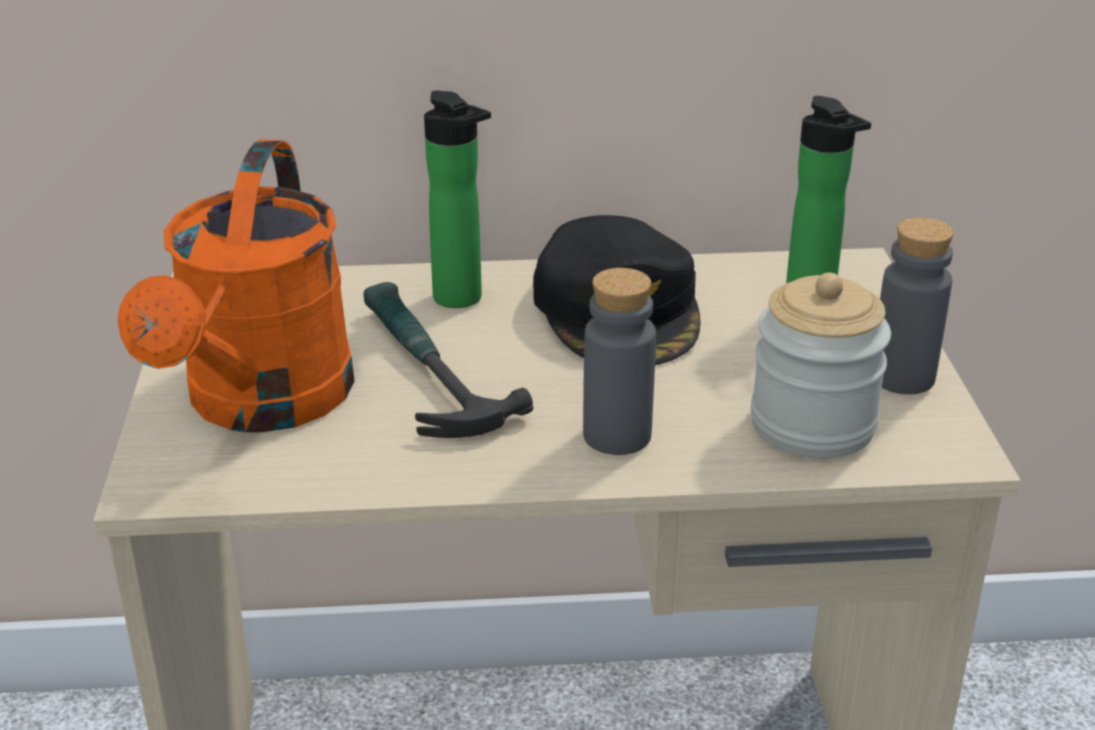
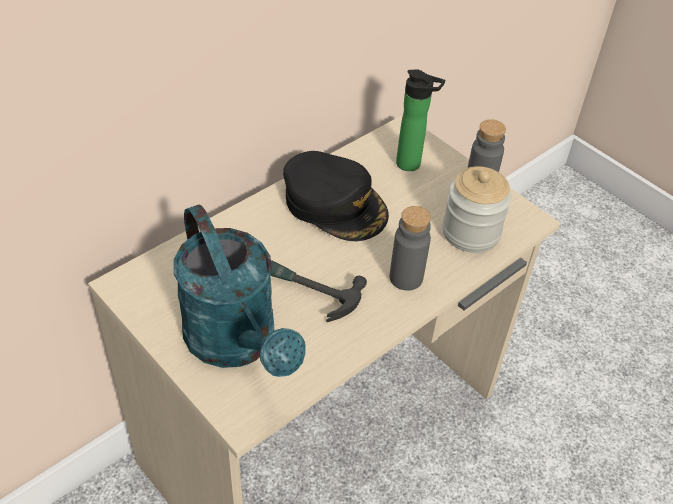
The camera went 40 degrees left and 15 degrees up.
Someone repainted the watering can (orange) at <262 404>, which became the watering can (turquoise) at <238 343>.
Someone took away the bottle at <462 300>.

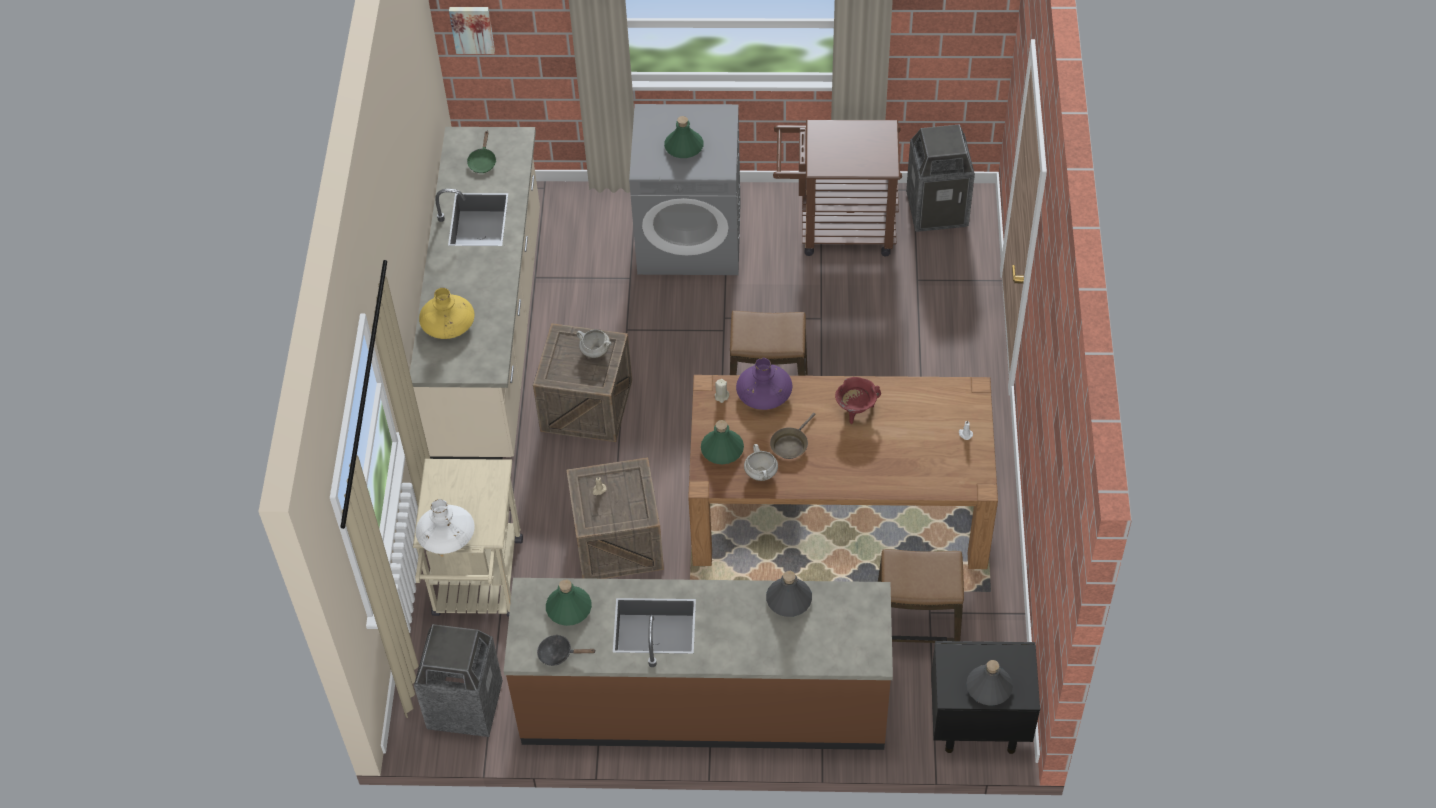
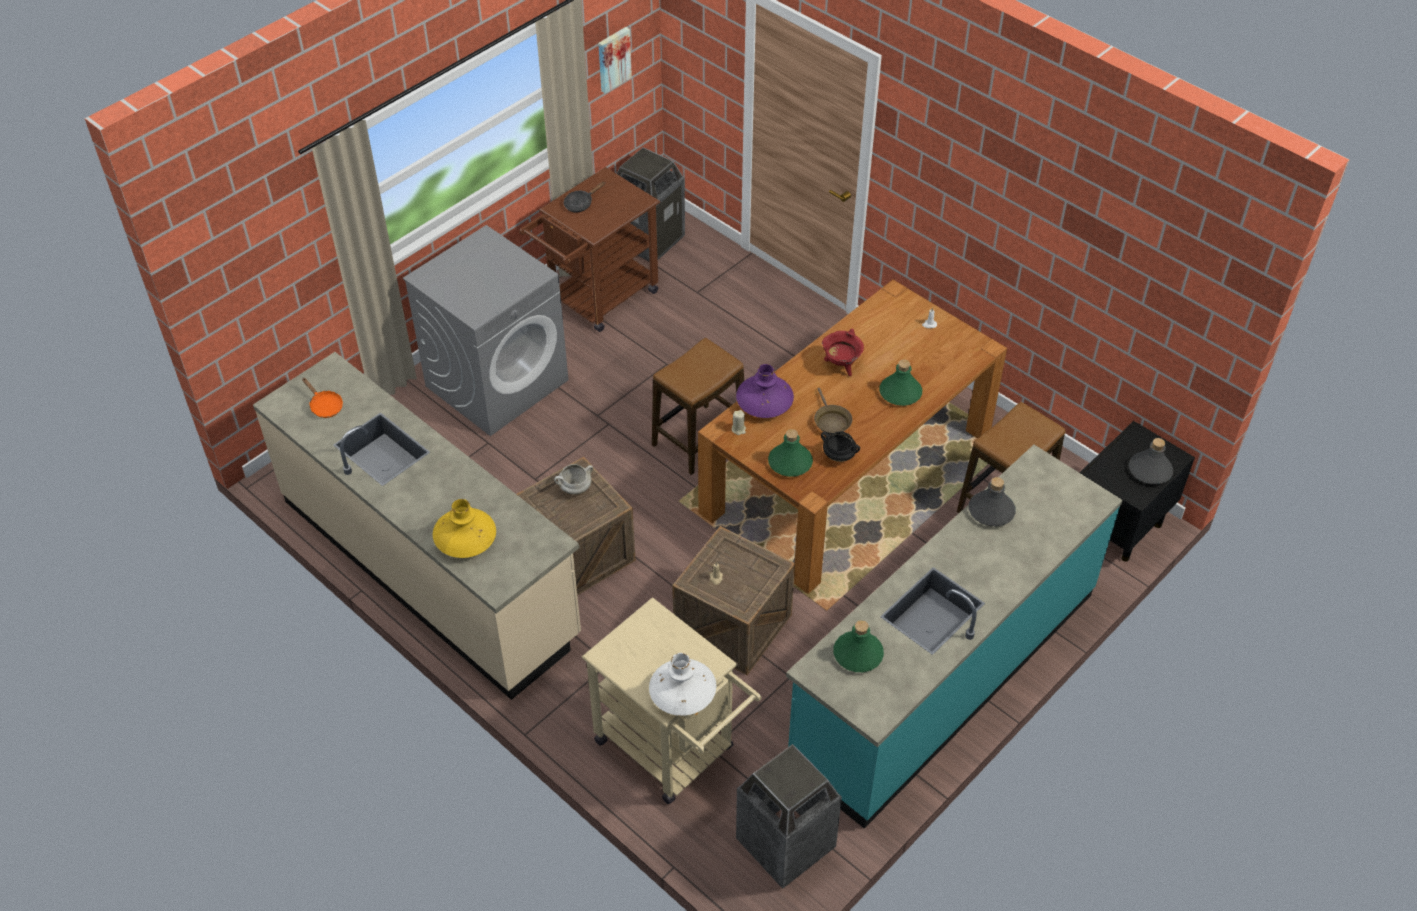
The camera went 50 degrees left and 5 degrees down.
Someone carried the picture from <472 28> to <613 59>.
Someone repainted the frying pan (green) at <482 161>, which became the frying pan (orange) at <324 406>.
Someone repainted the counter (brown) at <704 702>, which became the counter (turquoise) at <943 675>.
Someone carried the frying pan (black) from <559 654> to <580 203>.
Someone carried the bottle (green) from <683 146> to <900 393>.
Someone repainted the cooking pot (white) at <761 473>, which became the cooking pot (black) at <839 455>.

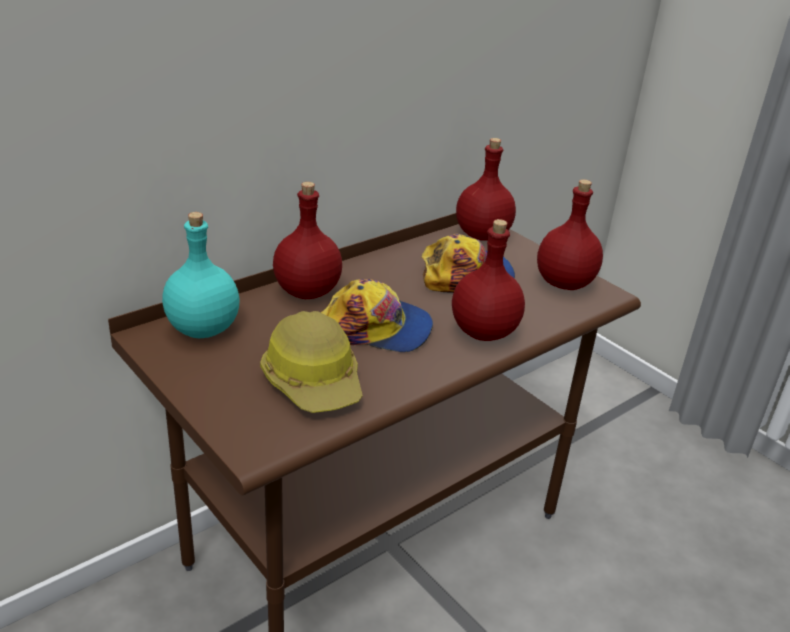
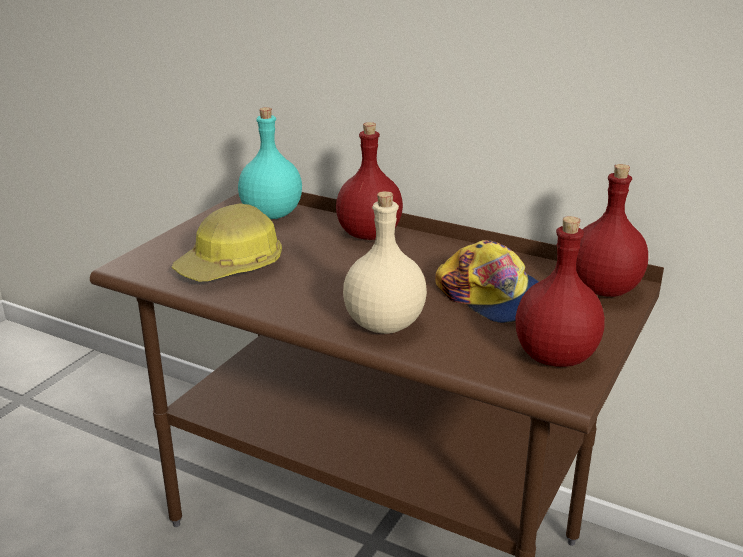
The camera went 70 degrees right and 5 degrees down.
Someone took away the cap at <377 328>.
Someone repainted the bottle (red) at <484 333>, which became the bottle (beige) at <383 325>.

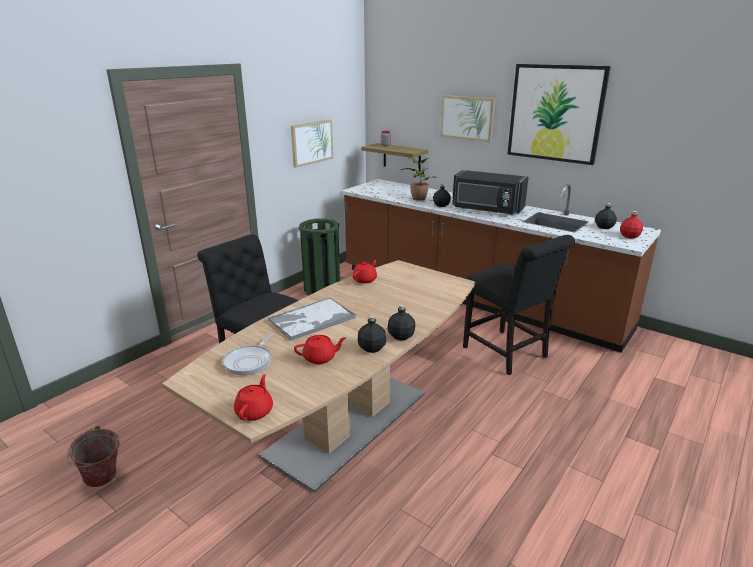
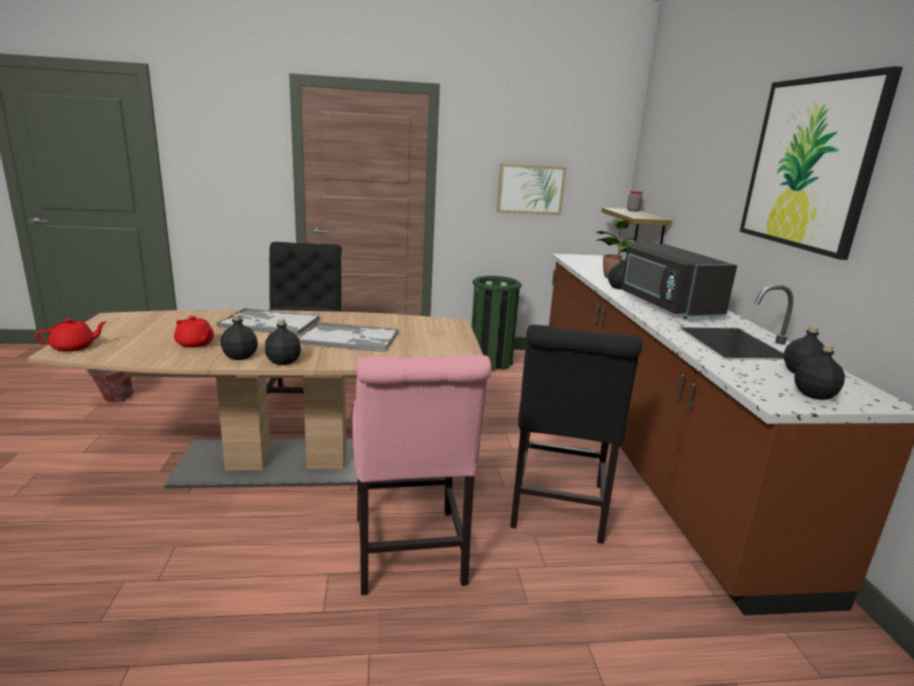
The camera went 45 degrees right and 5 degrees down.
Someone took away the frying pan at <250 361>.
Someone took away the teapot (red) at <365 280>.
Someone took away the picture at <467 118>.
Someone repainted the bottle (red) at <629 236>, which became the bottle (black) at <813 394>.
Someone put down the tray at <350 338>.
Someone put down the chair (pink) at <409 555>.

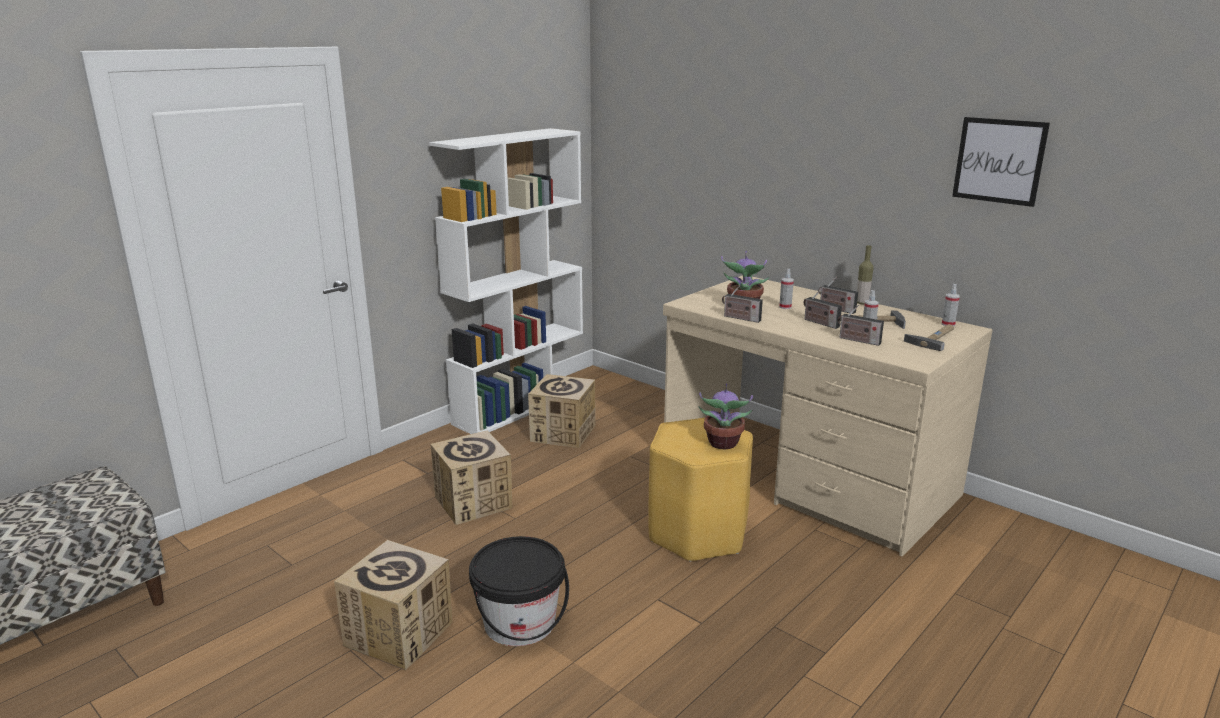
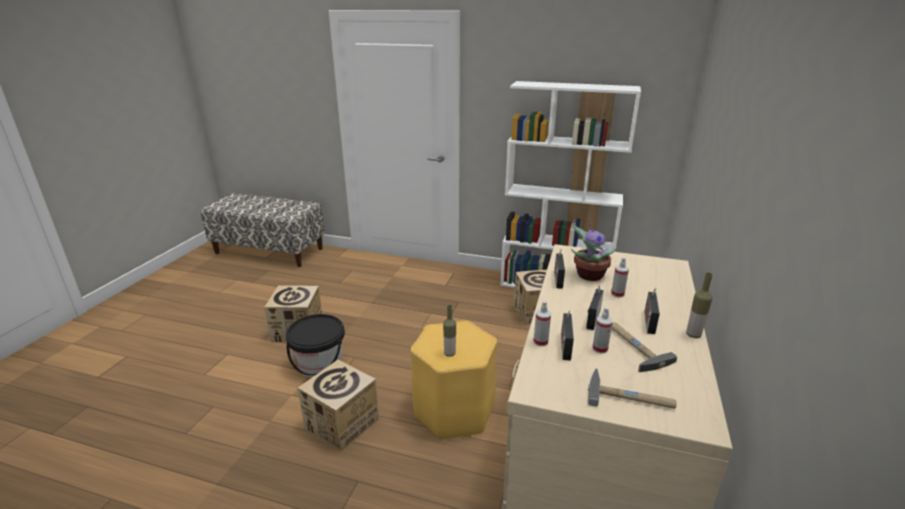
The camera went 65 degrees right and 5 degrees up.
Someone carried the cardboard box from <473 502> to <342 423>.
Someone swapped the potted plant at <722 444> for the bottle at <449 353>.
Someone carried the spray bottle from <948 324> to <540 342>.
Someone took away the picture at <999 161>.

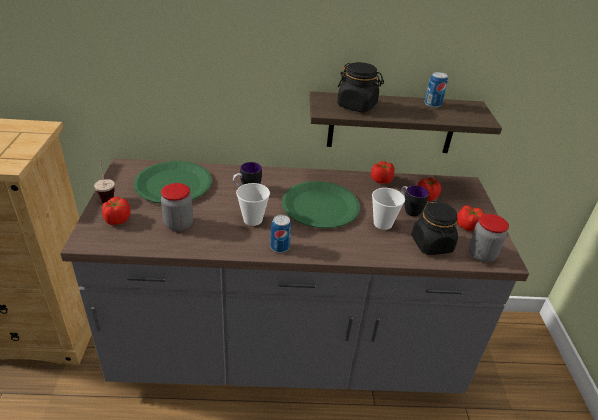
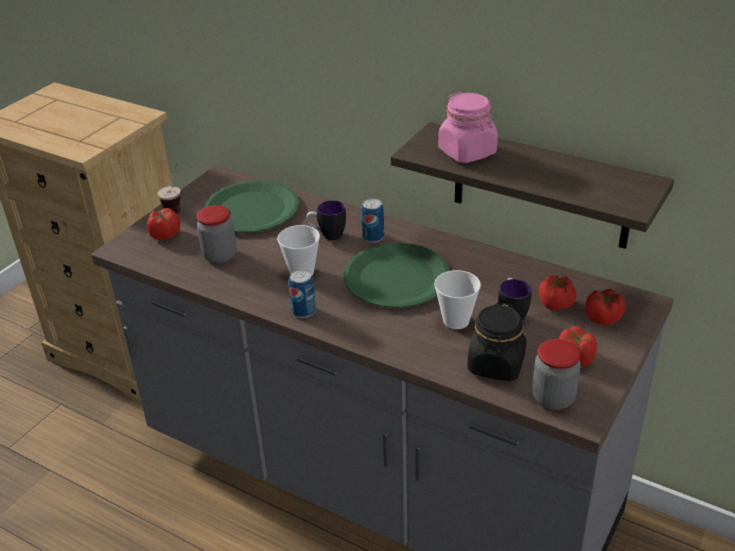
The camera went 35 degrees right and 0 degrees up.
Someone repainted the jar (black) at <357 106>, which became the jar (pink) at <467 152>.
Someone carried the tomato from <381 180> to <603 318>.
Someone carried the can from <432 104> to <373 237>.

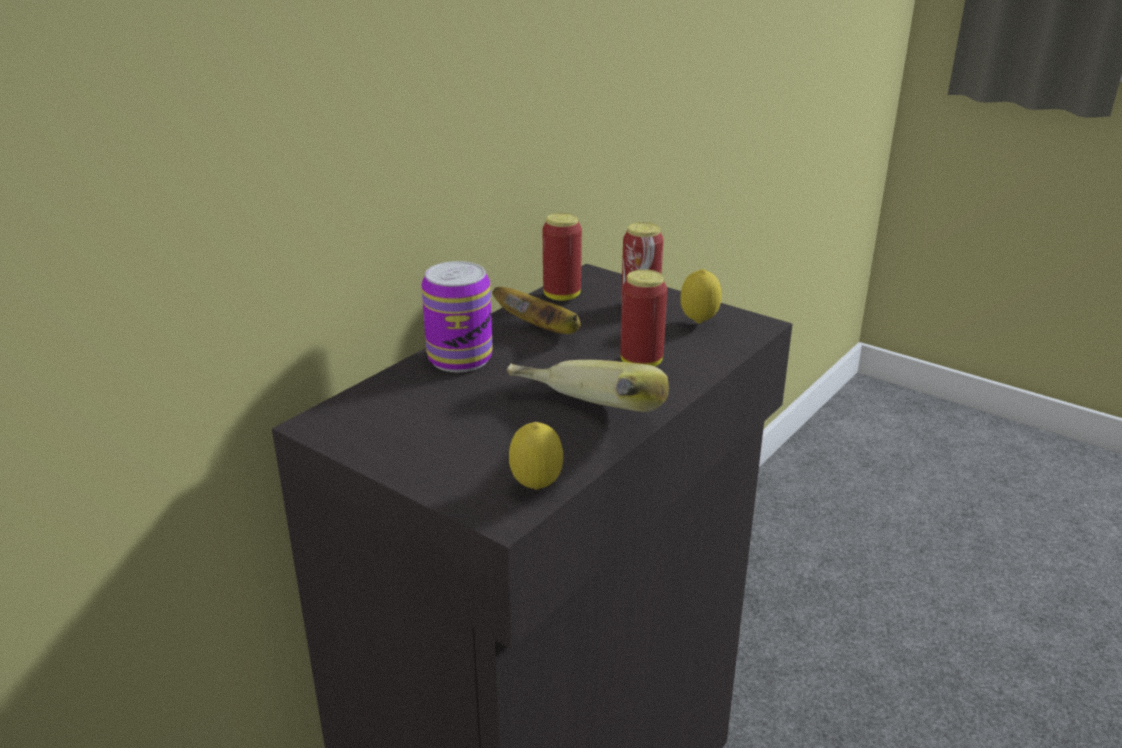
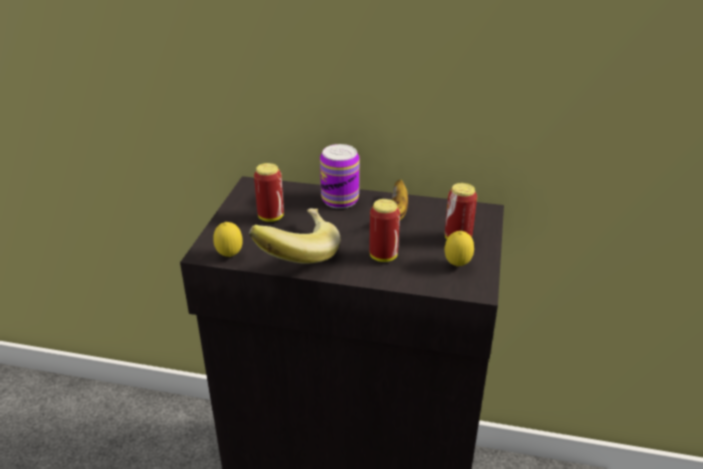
The camera went 65 degrees right and 5 degrees up.
Someone carried the can from <562 296> to <271 217>.

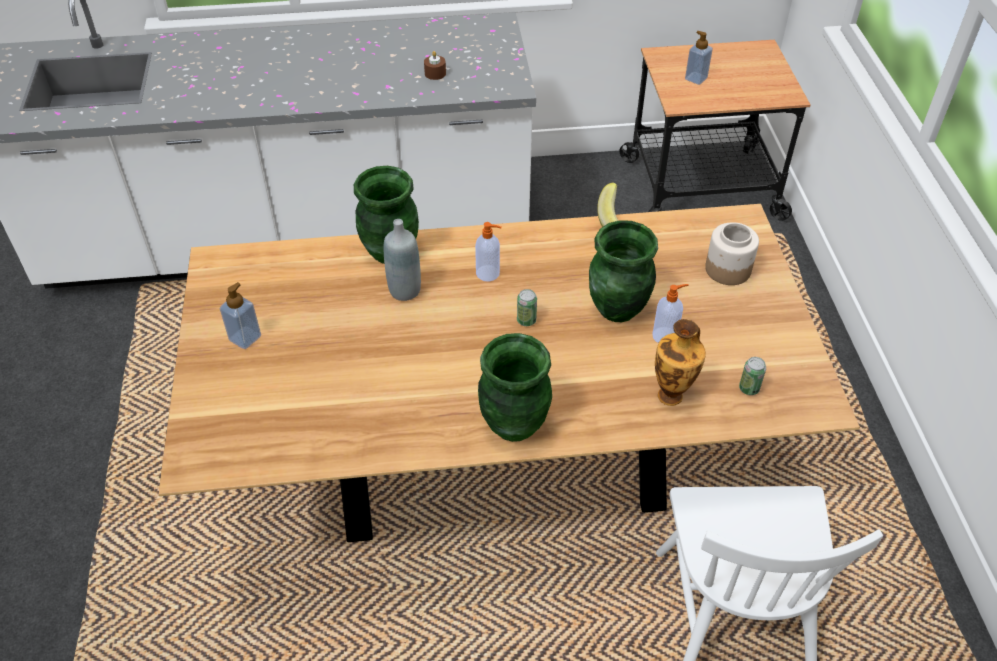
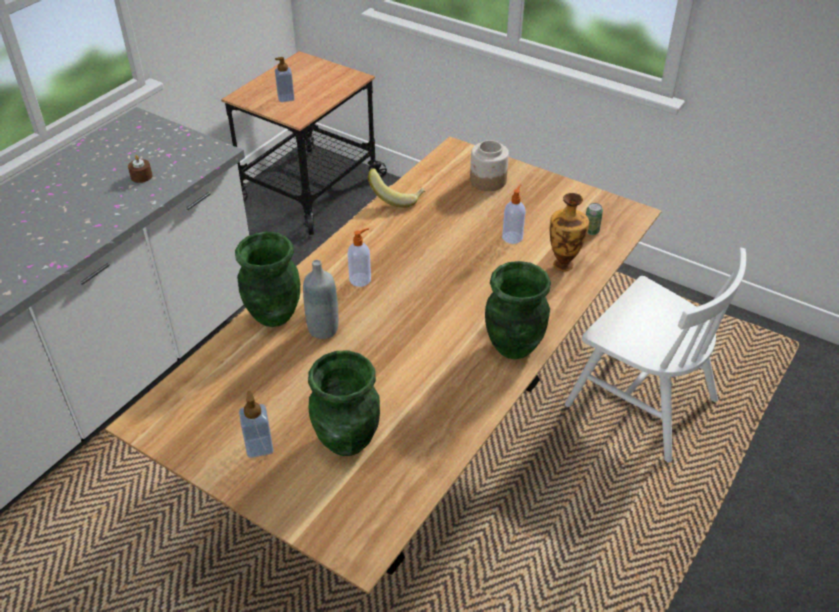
The camera went 50 degrees left and 5 degrees down.
Someone took away the can at <526 320>.
Someone carried the vase (green) from <618 309> to <348 441>.

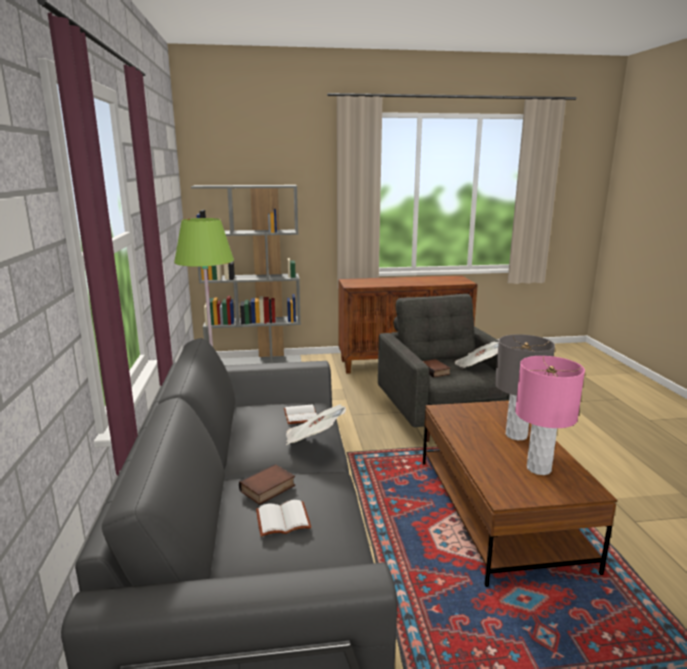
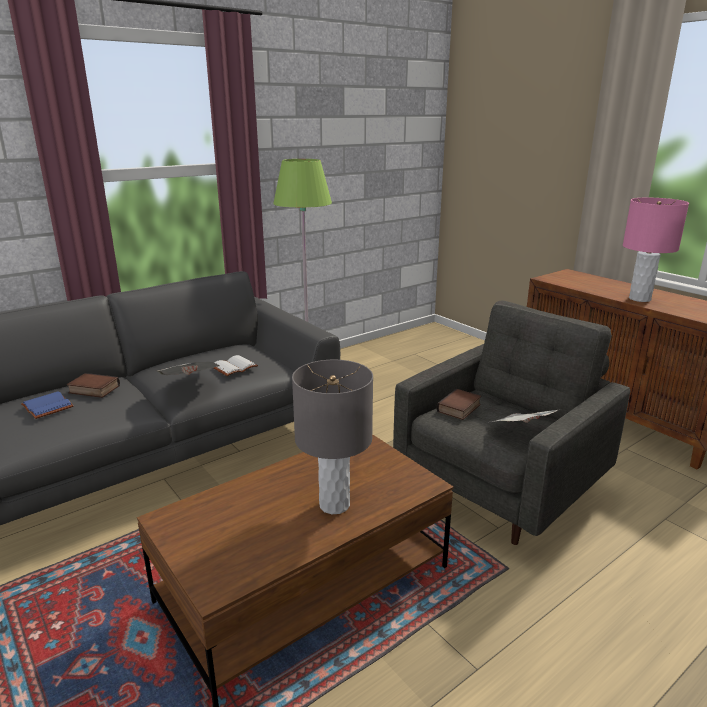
The camera went 60 degrees right and 5 degrees up.
Someone took away the bookcase (grey) at <255 362>.
Someone repainted the book (white) at <282 521>, which became the book (blue) at <46 407>.
Someone carried the table lamp (pink) from <539 469> to <639 299>.

